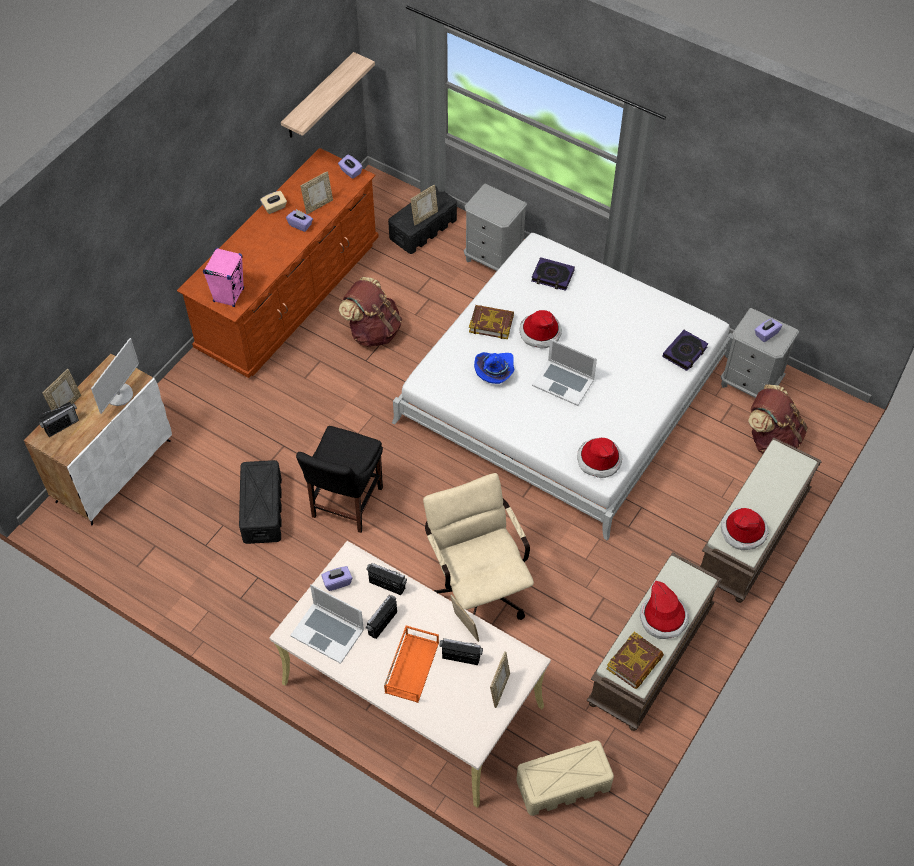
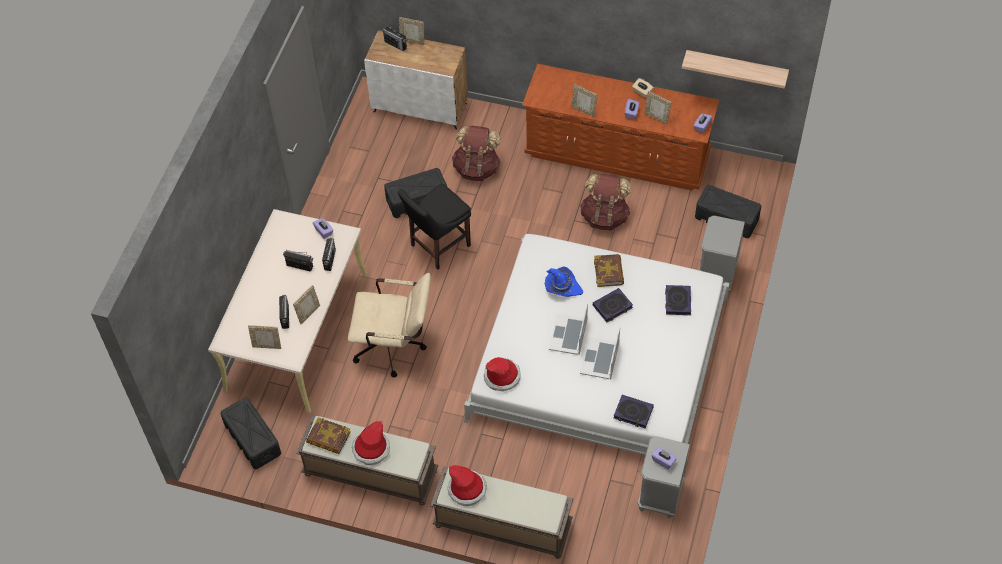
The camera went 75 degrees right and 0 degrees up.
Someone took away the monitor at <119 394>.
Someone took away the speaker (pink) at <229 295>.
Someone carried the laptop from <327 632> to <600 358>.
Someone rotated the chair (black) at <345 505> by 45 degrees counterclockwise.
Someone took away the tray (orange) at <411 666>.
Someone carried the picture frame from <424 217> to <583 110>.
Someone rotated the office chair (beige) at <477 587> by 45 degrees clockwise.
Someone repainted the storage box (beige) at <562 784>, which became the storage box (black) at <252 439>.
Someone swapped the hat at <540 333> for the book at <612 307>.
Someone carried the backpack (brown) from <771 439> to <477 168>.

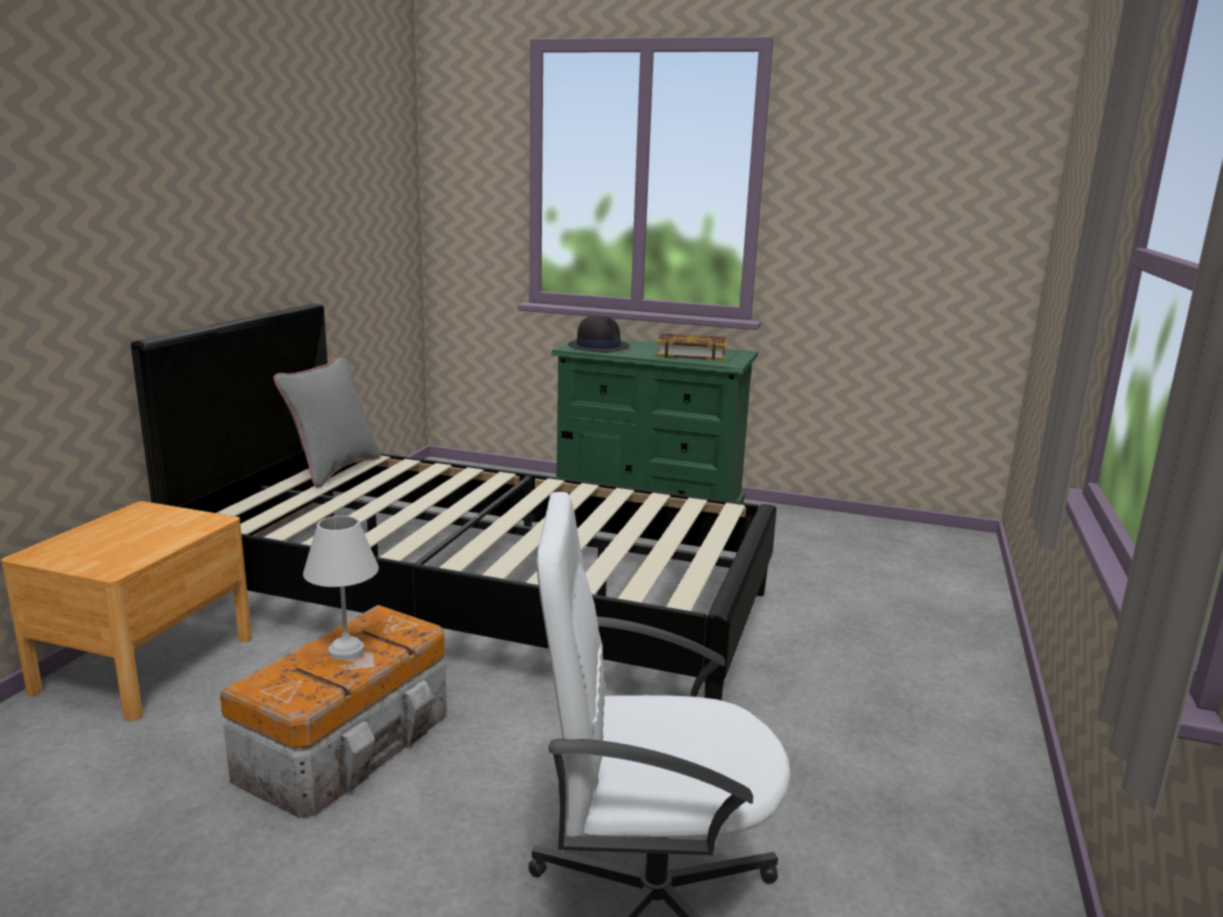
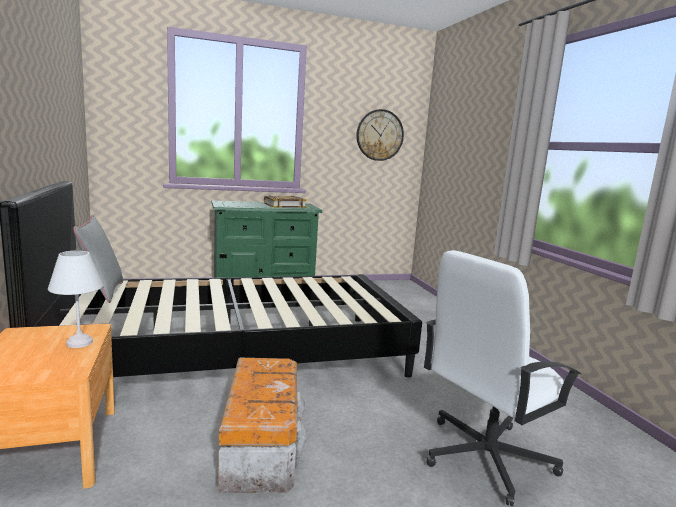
The camera went 35 degrees left and 5 degrees down.
Someone carried the table lamp (white) from <348 651> to <81 342>.
Someone took away the hat (black) at <598 346>.
Someone put up the wall clock at <379 135>.

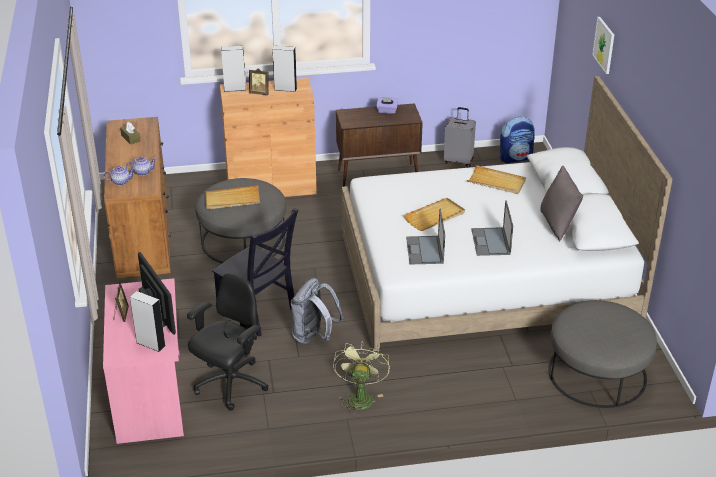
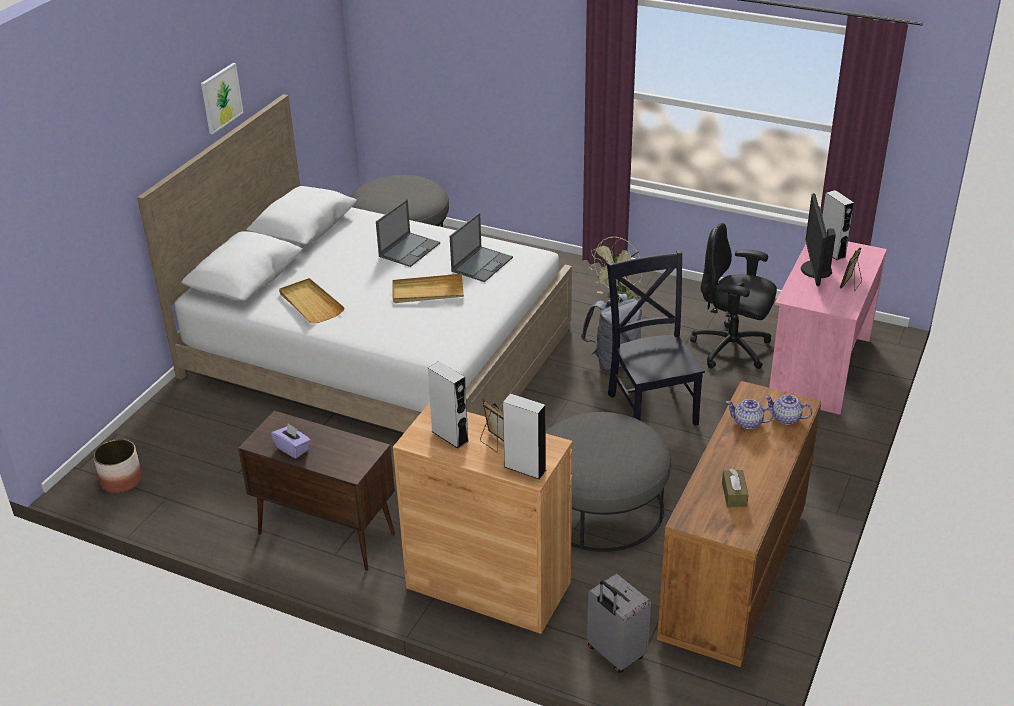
The camera went 145 degrees left and 0 degrees up.
Someone rotated the office chair (black) at <230 384> by 45 degrees clockwise.
Someone took away the tray (beige) at <232 200>.
Someone carried the suitcase (grey) from <458 161> to <615 654>.
Someone swapped the backpack at <515 158> for the planter at <121 481>.
Someone took away the pillow (grey) at <558 225>.
Someone carried the picture from <604 45> to <221 98>.

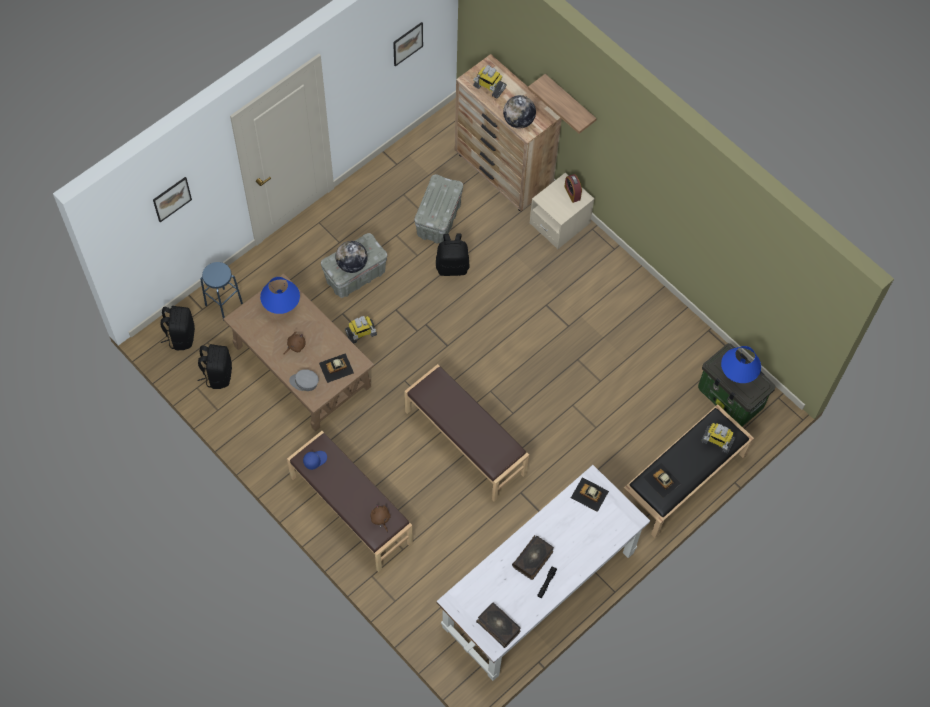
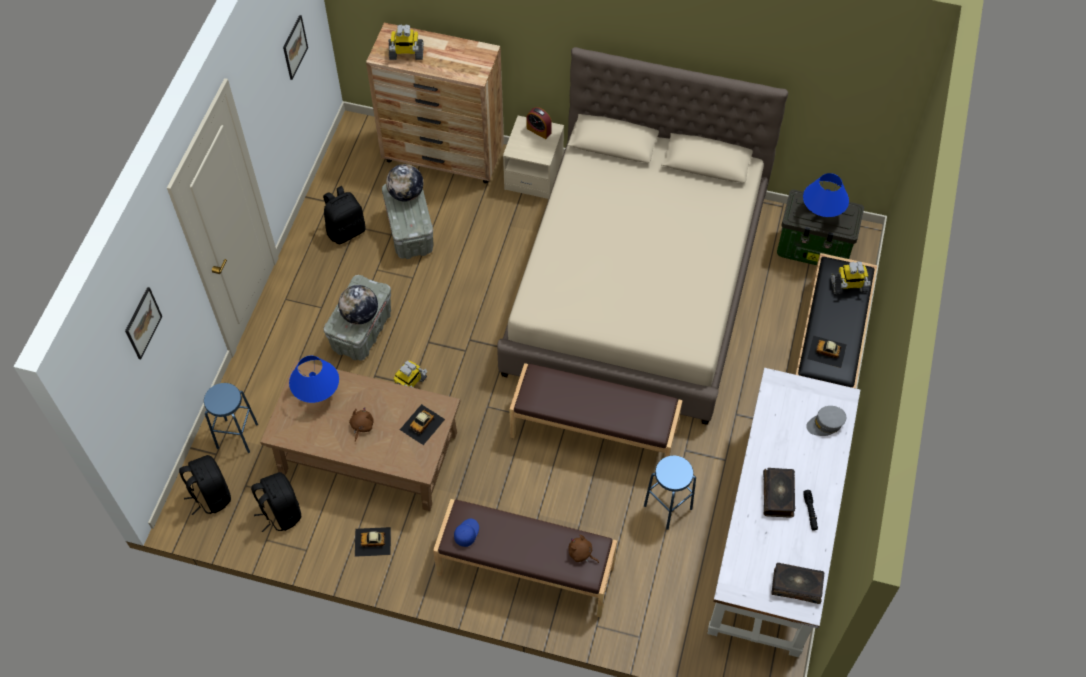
The camera went 30 degrees left and 5 degrees down.
Someone carried the cap (grey) from <304 382> to <825 424>.
Someone carried the backpack (black) from <452 266> to <346 230>.
Someone carried the globe from <518 121> to <406 194>.
Someone took away the shelf at <569 103>.
Someone carried the toy car from <589 494> to <373 542>.
Someone put down the bed (beige) at <636 286>.
Someone put down the stool (blue) at <667 507>.

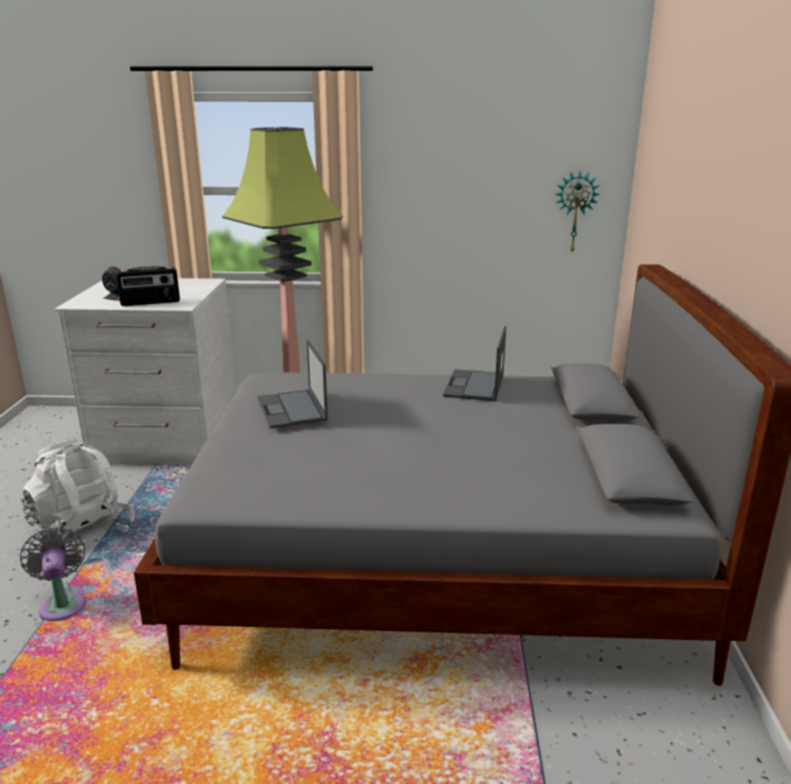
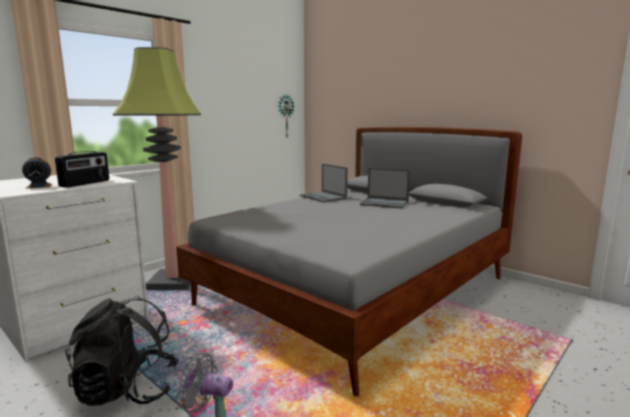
The camera went 50 degrees left and 10 degrees down.
Someone repainted the backpack (white) at <83 532>, which became the backpack (black) at <127 390>.
Someone carried the laptop from <292 409> to <385 203>.

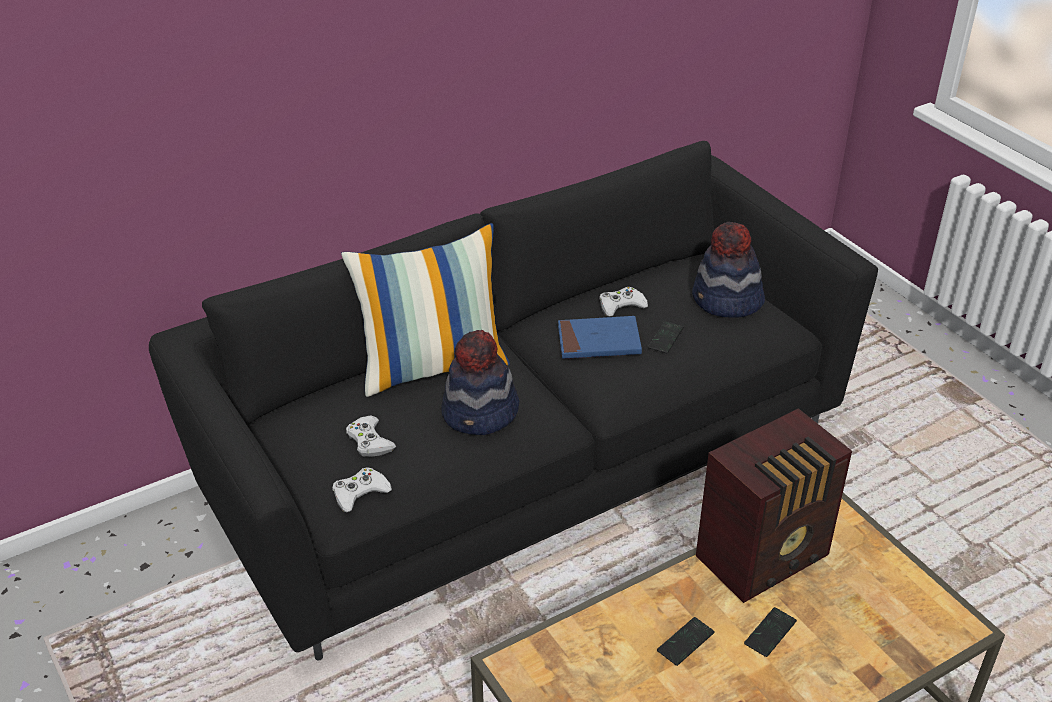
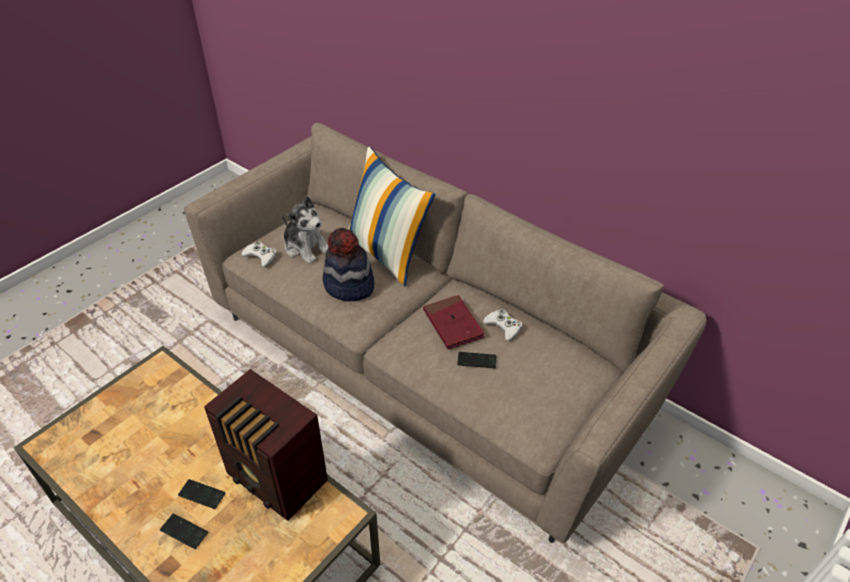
The camera went 70 degrees right and 5 degrees up.
Someone repainted the sofa (black) at <525 462>, which became the sofa (beige) at <425 364>.
Someone swapped the game controller (white) at <369 441> for the plush toy at <306 247>.
Someone repainted the book (blue) at <599 341>, which became the book (red) at <453 324>.
Someone carried the phone from <685 642> to <184 531>.
Someone took away the hat at <726 301>.

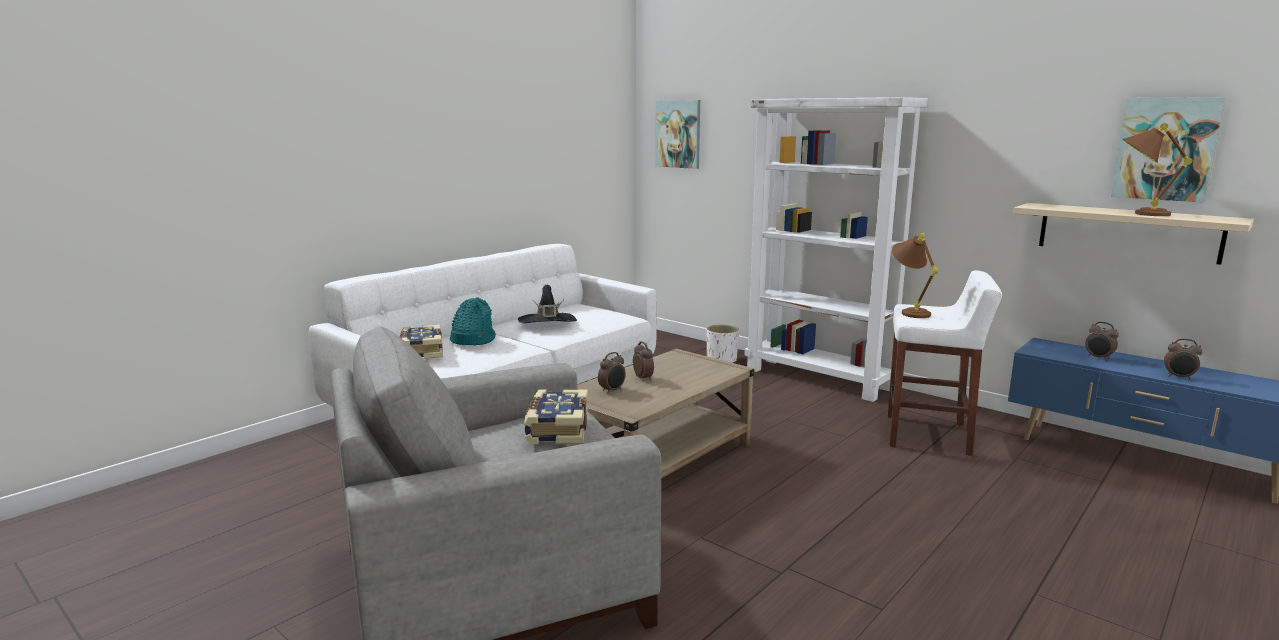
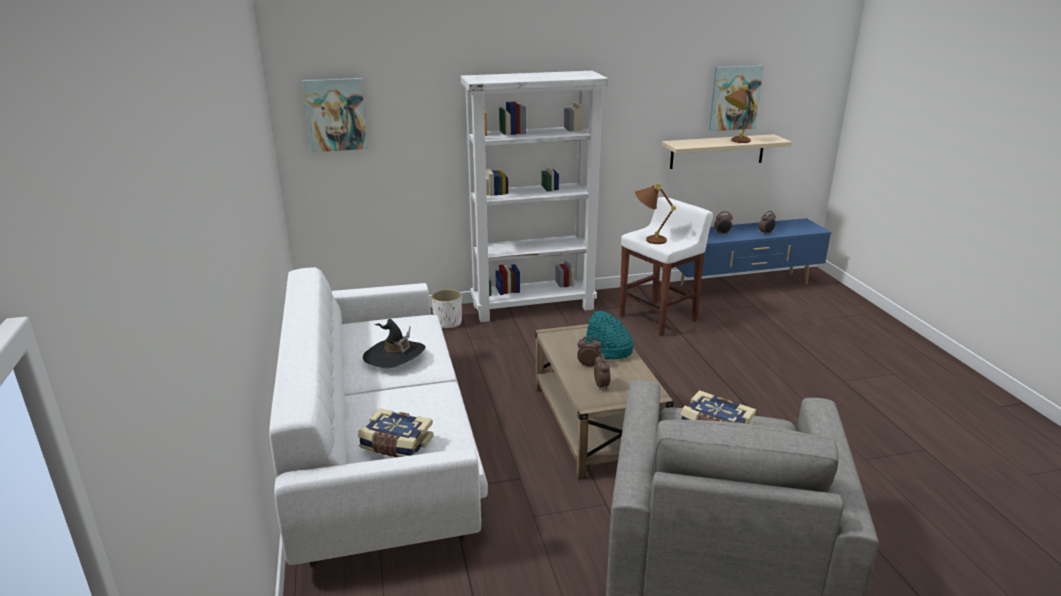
The camera went 55 degrees left and 10 degrees up.
Someone carried the hat (turquoise) from <472 340> to <606 350>.

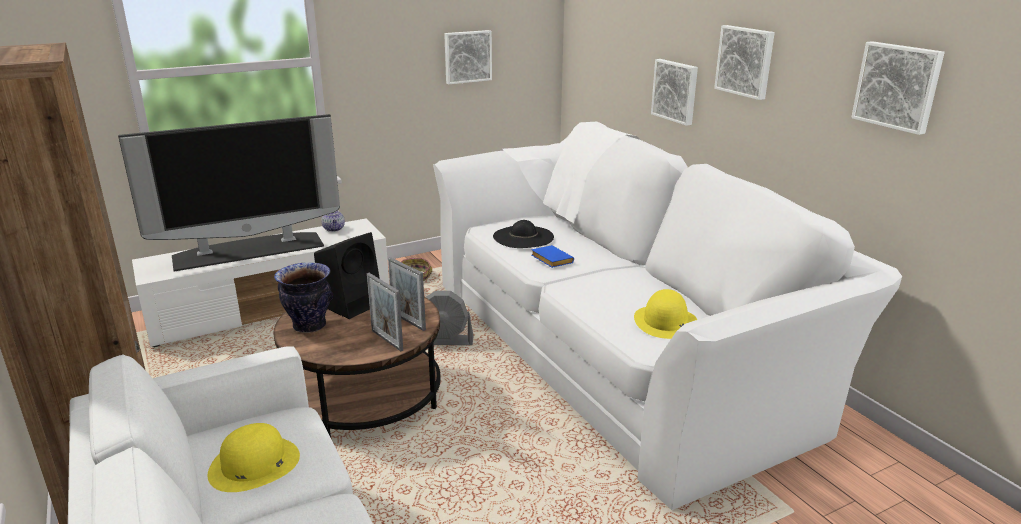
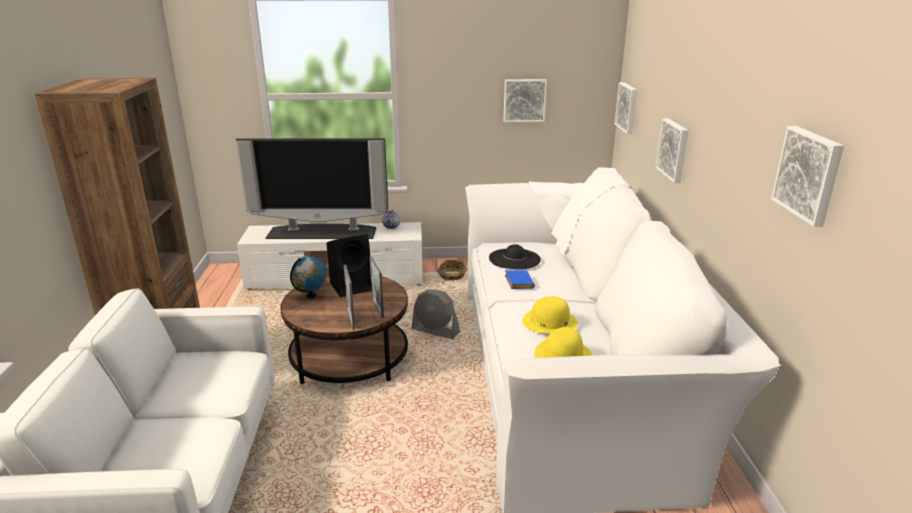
The camera went 25 degrees right and 0 degrees up.
Someone carried the hat (yellow) from <254 464> to <549 322>.
Someone swapped the vase at <310 326> for the globe at <311 296>.
Someone carried the picture from <745 61> to <628 107>.

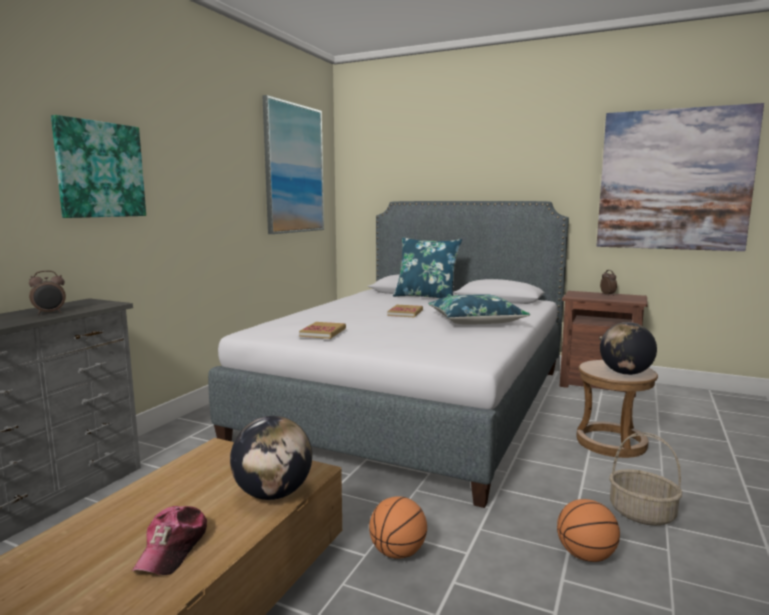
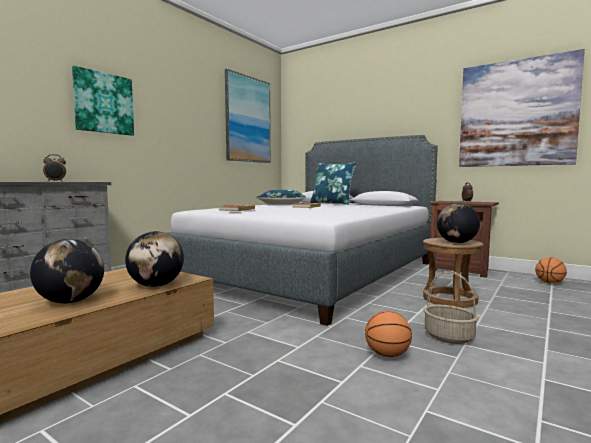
The camera went 10 degrees right and 5 degrees down.
Someone swapped the cap at <173 548> for the globe at <70 301>.
Someone carried the basketball from <398 552> to <549 283>.
Someone carried the pillow (blue) from <475 321> to <282 204>.

